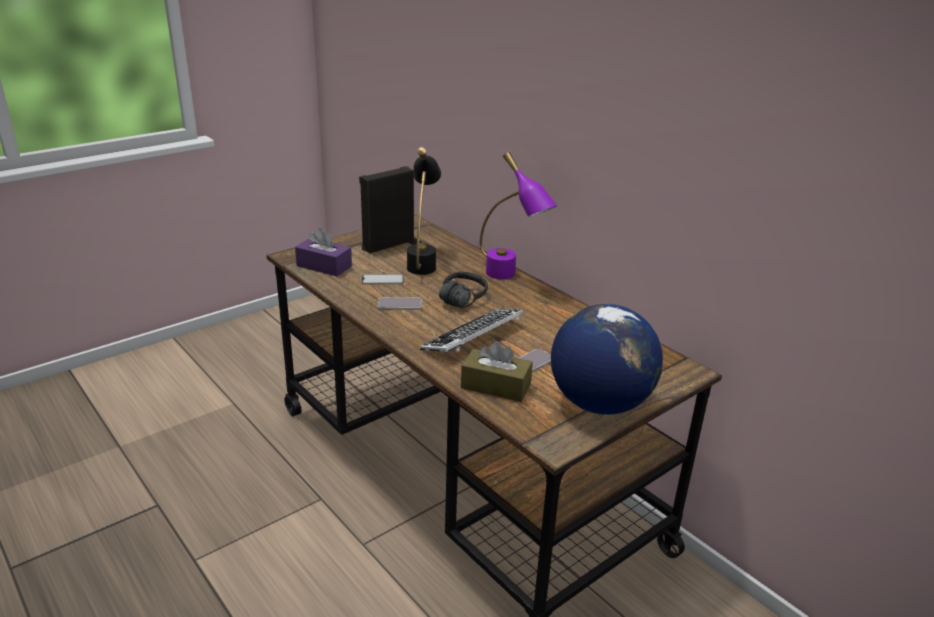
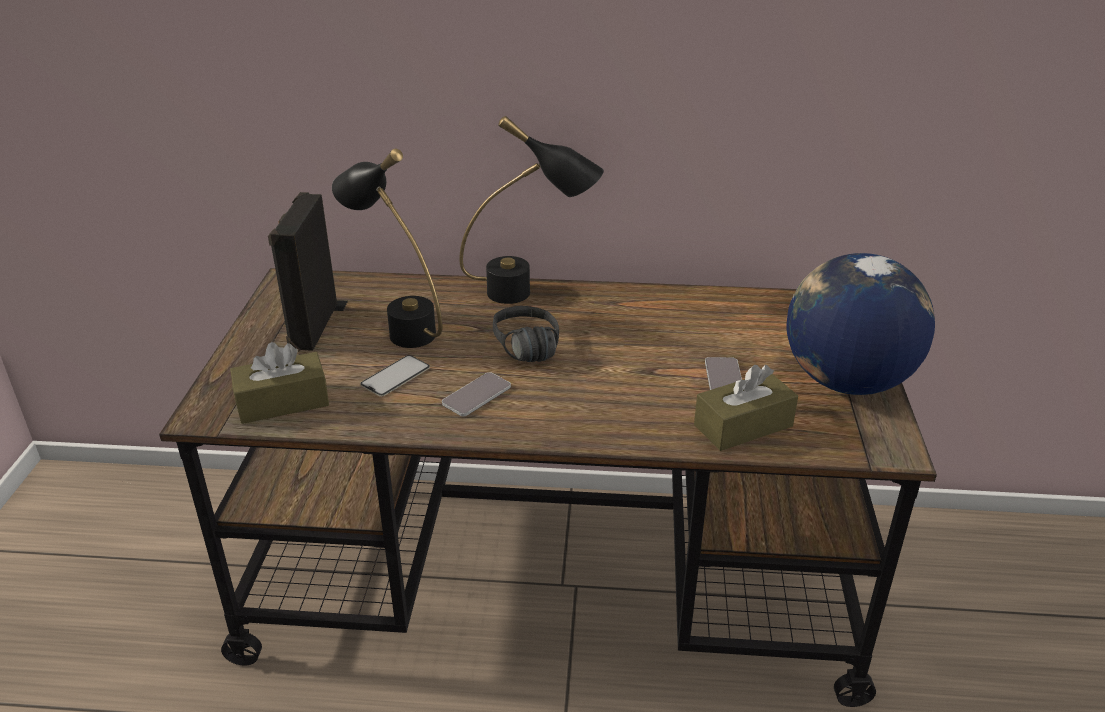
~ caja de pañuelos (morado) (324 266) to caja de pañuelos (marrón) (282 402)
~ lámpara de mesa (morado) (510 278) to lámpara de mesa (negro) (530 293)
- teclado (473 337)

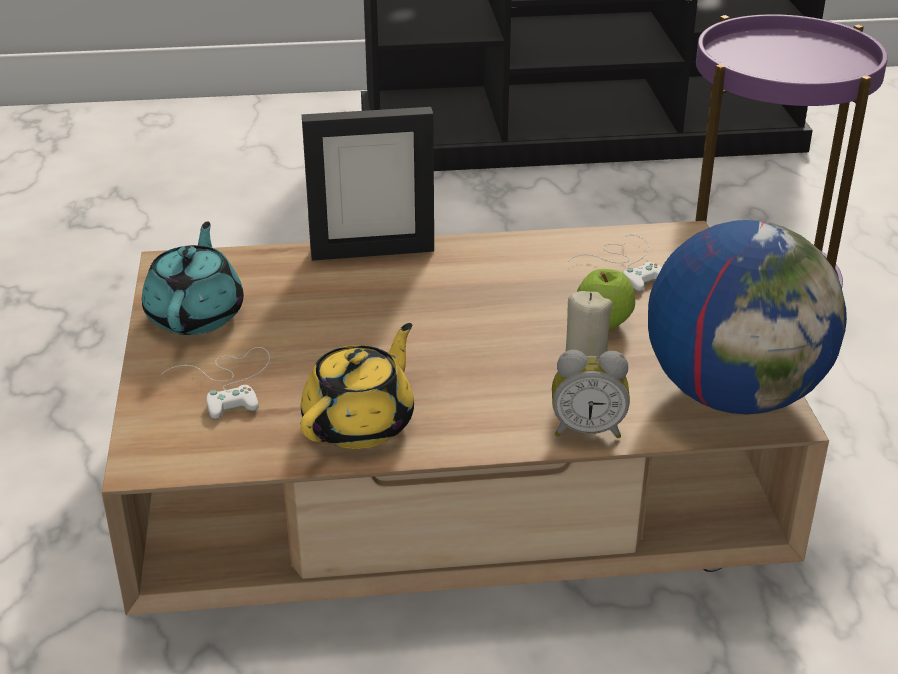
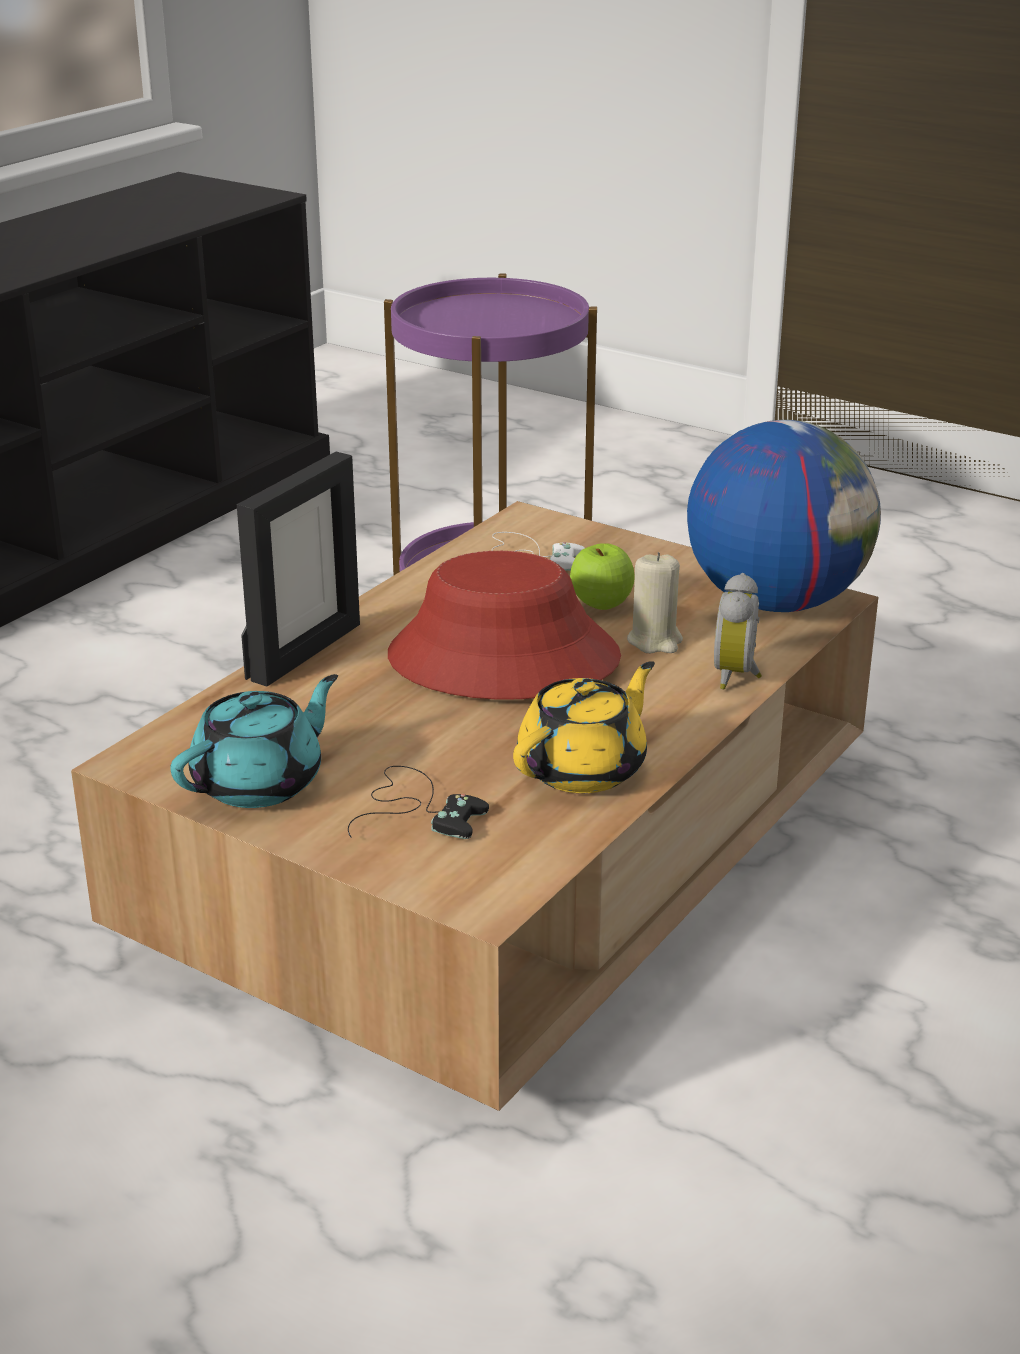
~ tetera (turquesa) (196 314) = (260 783) 90 degrees clockwise
~ mando de consola (blanco) (231 382) to mando de consola (negro) (417 808)
+ sombrero (rojo) (502 659)
~ tetera (amarillo) (361 423) = (584 769) 60 degrees clockwise
~ despertador (587 429) = (738 676) 150 degrees clockwise

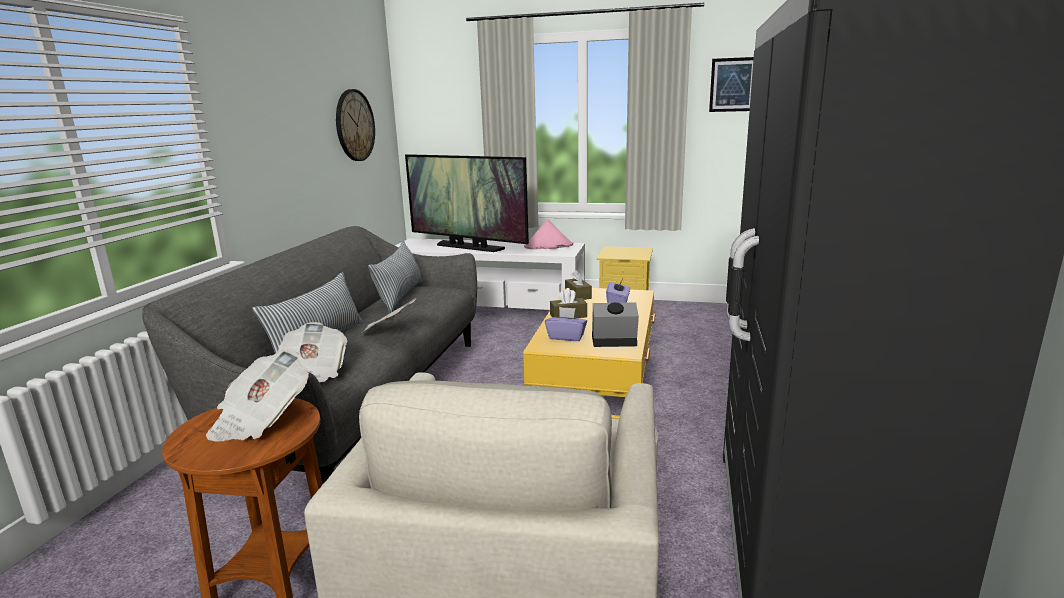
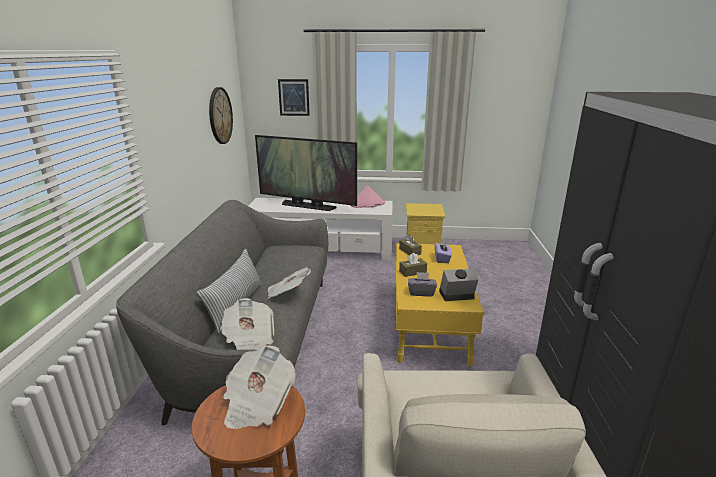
~ cuadro (733 85) to (294 97)
~ caja de pañuelos (morado) (566 337) to caja de pañuelos (gris) (421 292)
- cojín (400 296)

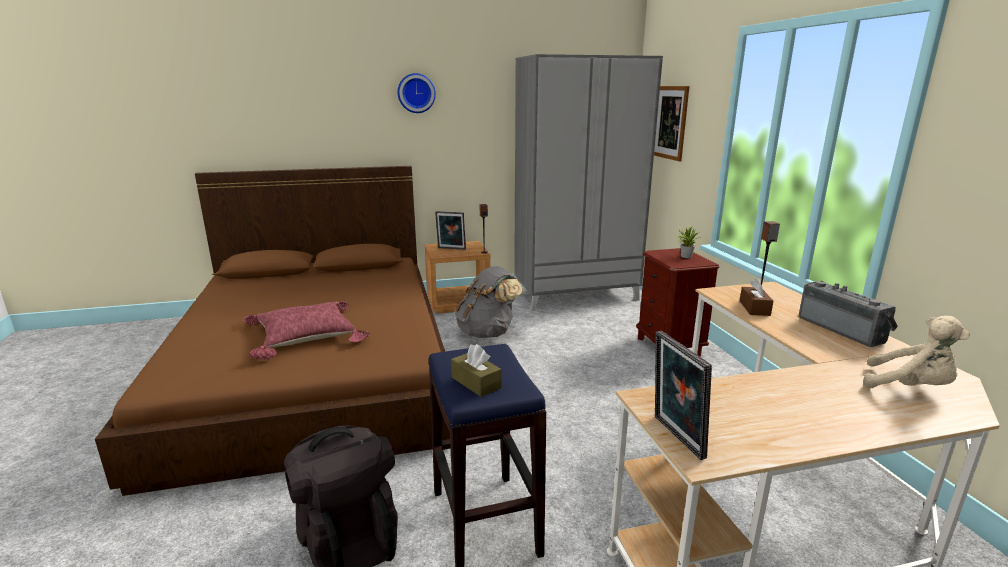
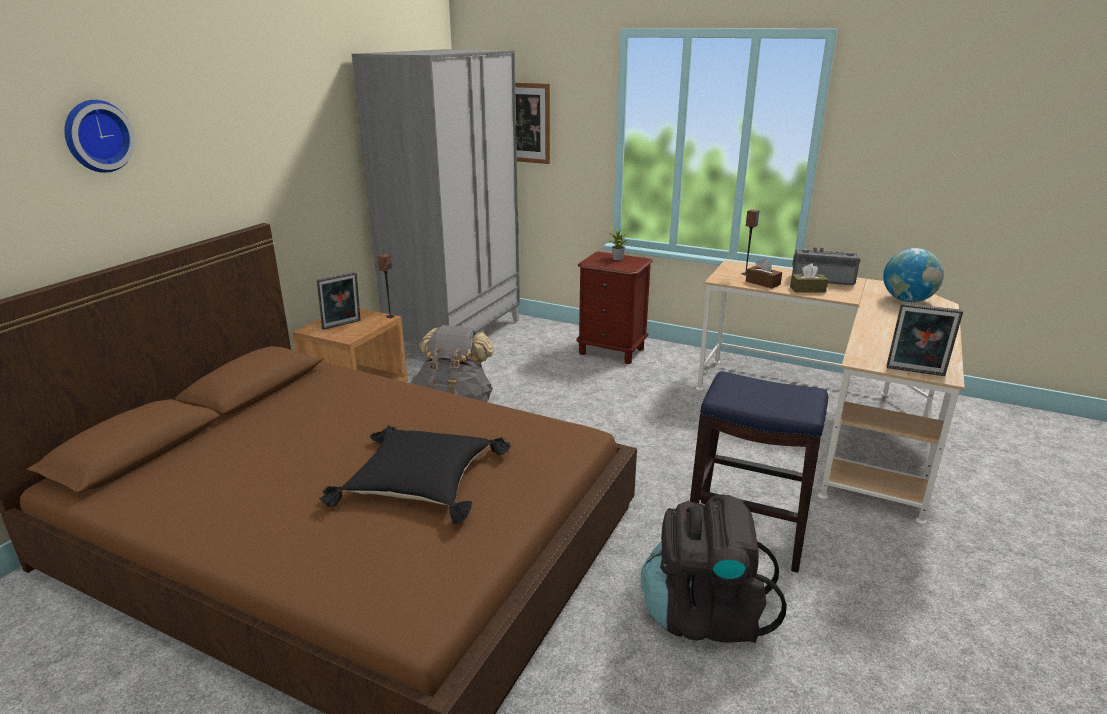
~ reloj de pared (416 93) to (96 136)
~ cojín (rojo) (305 333) to cojín (negro) (421 478)
~ caja de pañuelos (marrón) (476 382) to (807 289)
~ peluche (beis) (909 387) to globo terráqueo (907 300)

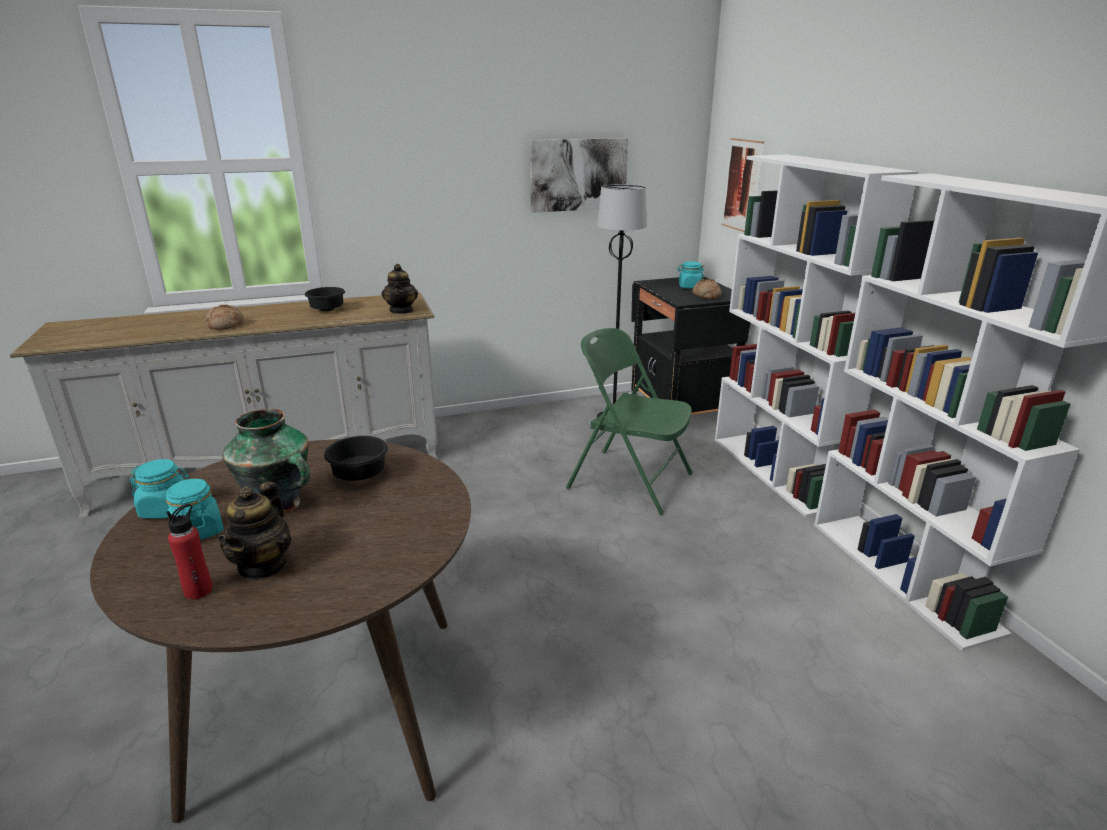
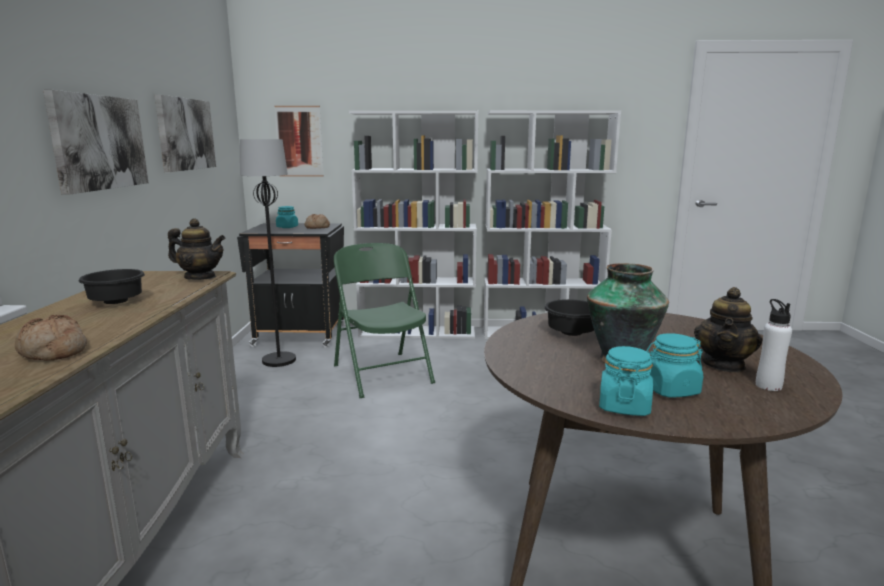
+ cuadro (99 142)
~ silla (verde) (630 480) = (383 374) 105 degrees clockwise
~ tetera (263 566) = (724 364) 90 degrees clockwise
~ botella (rojo) (198 590) to botella (blanco) (768 386)

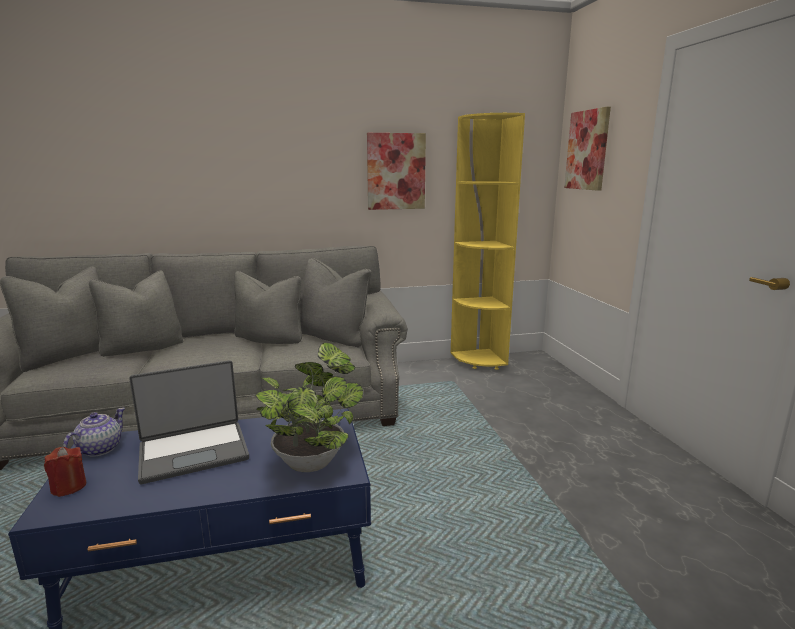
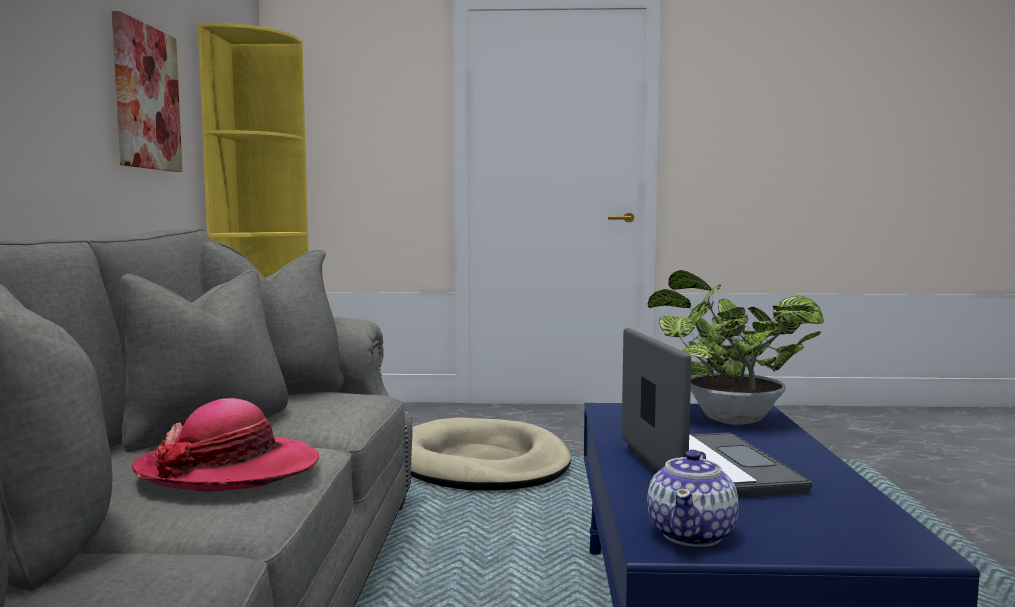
+ sombrero (229 469)
+ cama para perro (beis) (481 464)
~ tetera (99 449) = (692 534) 105 degrees counterclockwise
- vela (rojo) (69 487)
- cuadro (587 150)

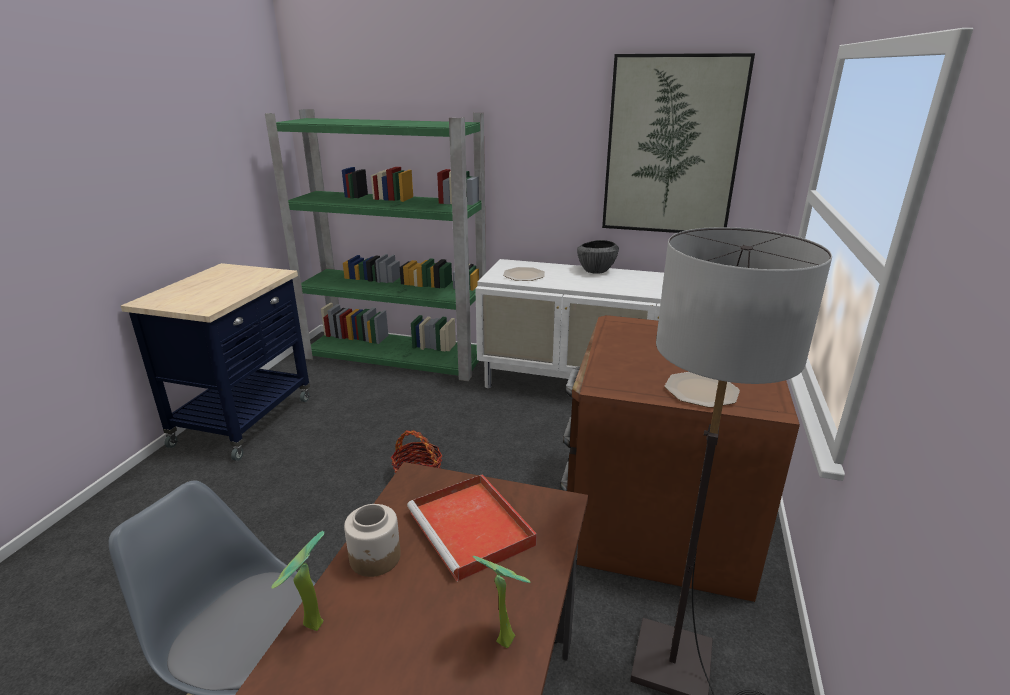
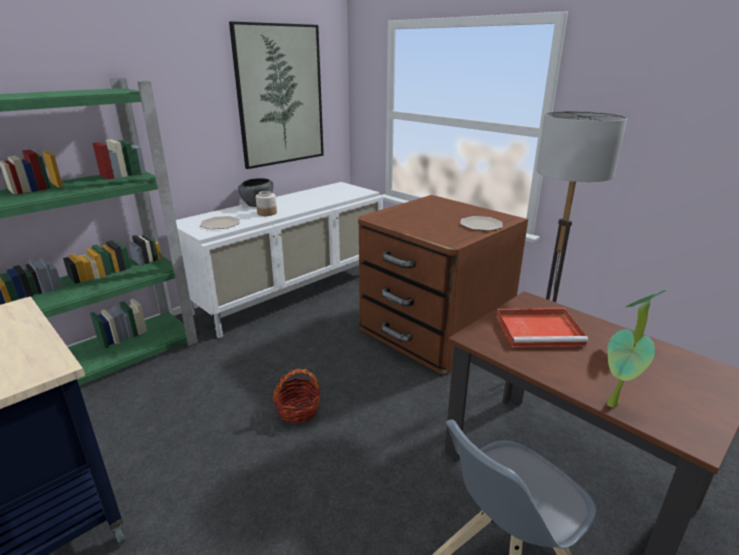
~ tarro (375 558) to (267 213)

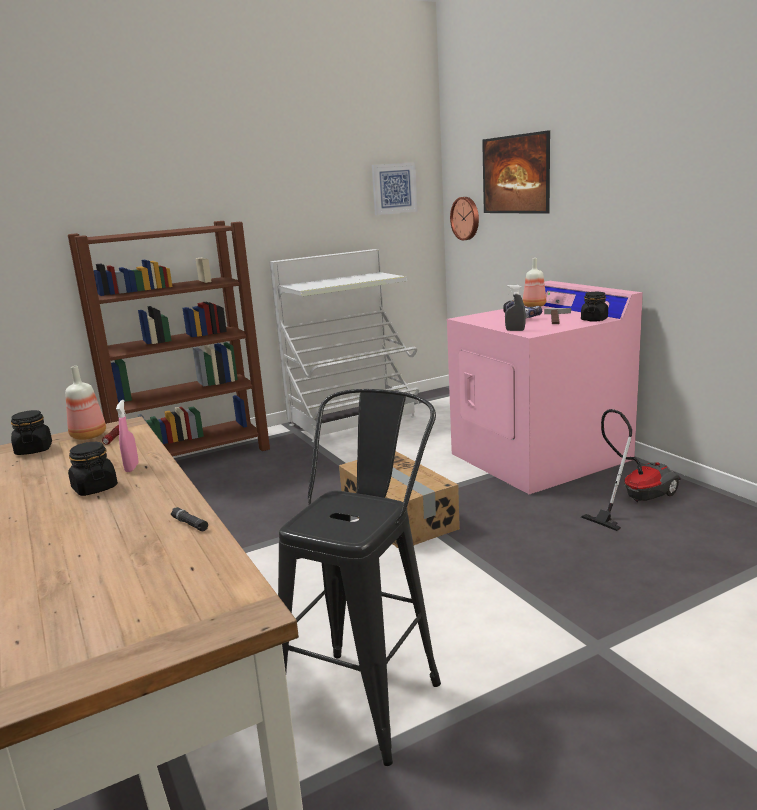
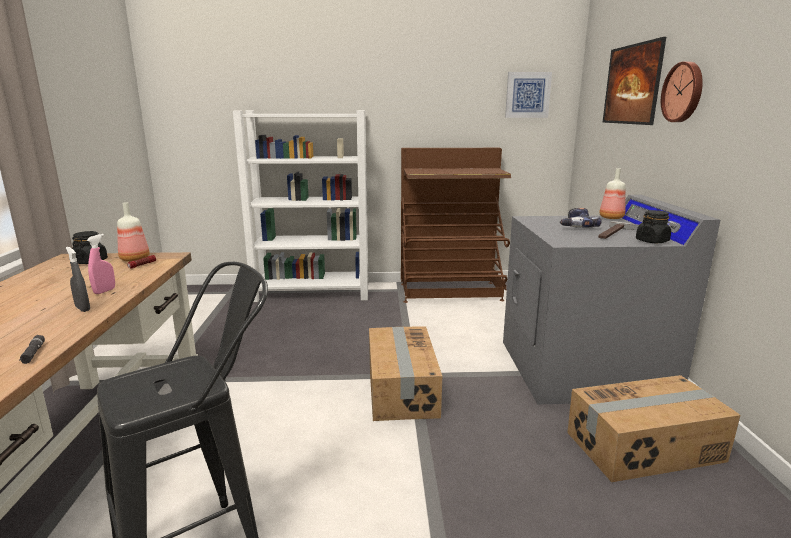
~ pulverizador (gris) (515 330) to (82 309)
~ estantería (marrón) (192 456) to estantería (blanco) (312 292)
~ zapatero (blanco) (354 422) to zapatero (marrón) (451 293)
~ lavadora (rosa) (540 457) to lavadora (gris) (583 369)
~ aspiradora (634 500) to caja de cartón (645 447)
~ reloj de pared (466 218) to (683 92)
- tarro (negro) (94 488)

